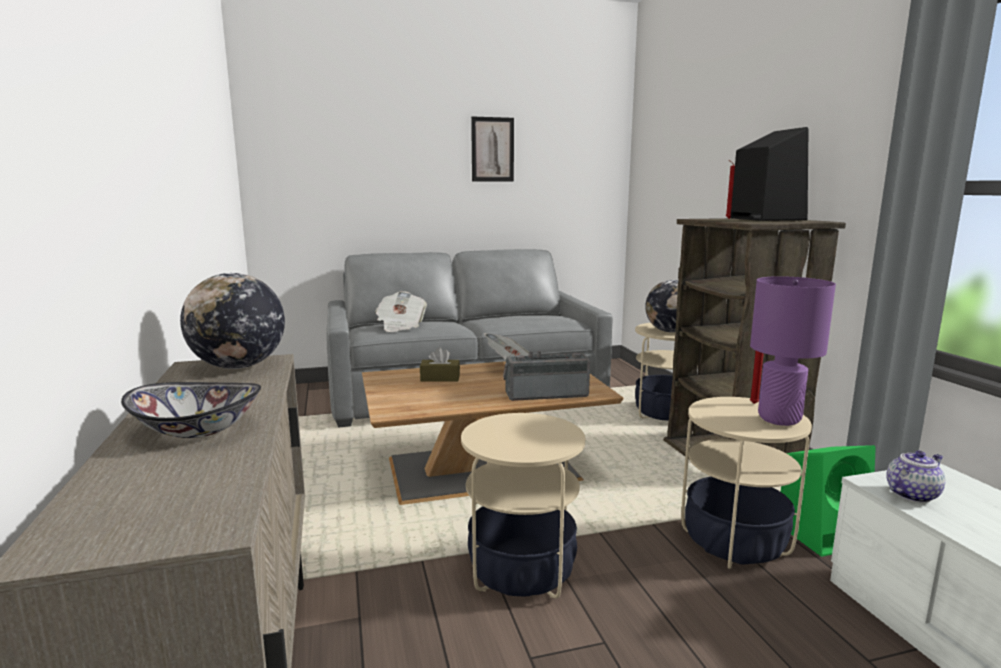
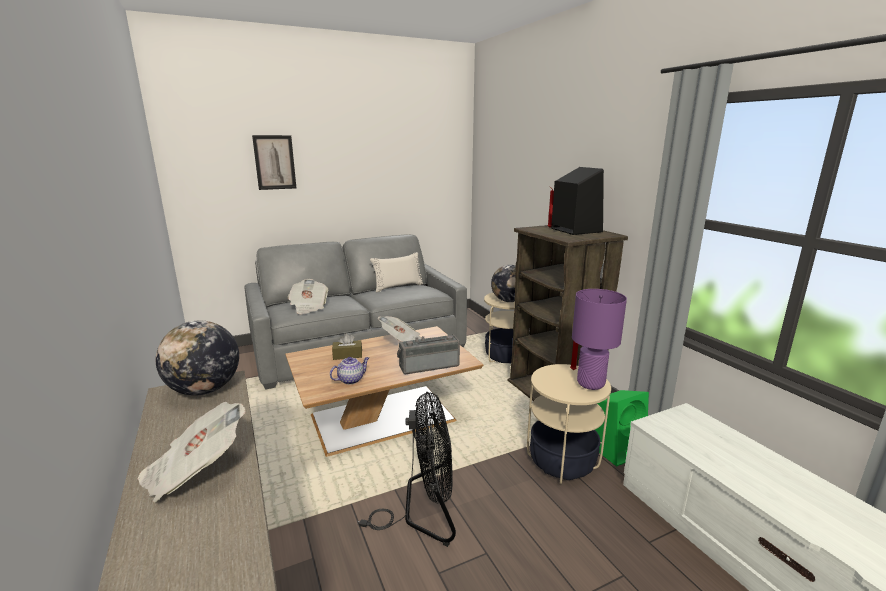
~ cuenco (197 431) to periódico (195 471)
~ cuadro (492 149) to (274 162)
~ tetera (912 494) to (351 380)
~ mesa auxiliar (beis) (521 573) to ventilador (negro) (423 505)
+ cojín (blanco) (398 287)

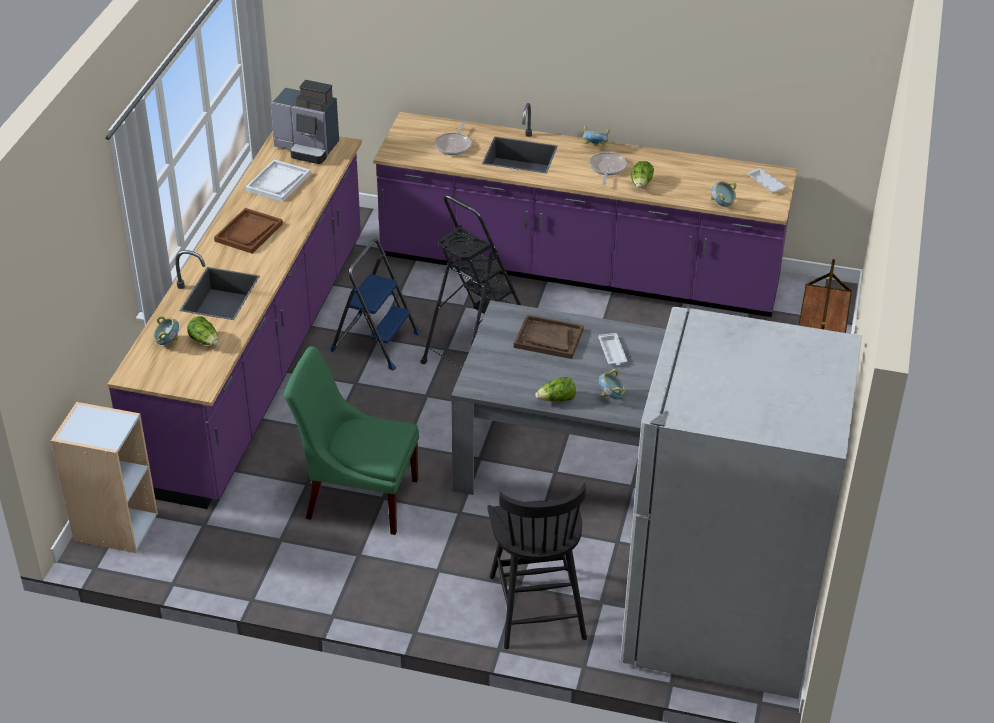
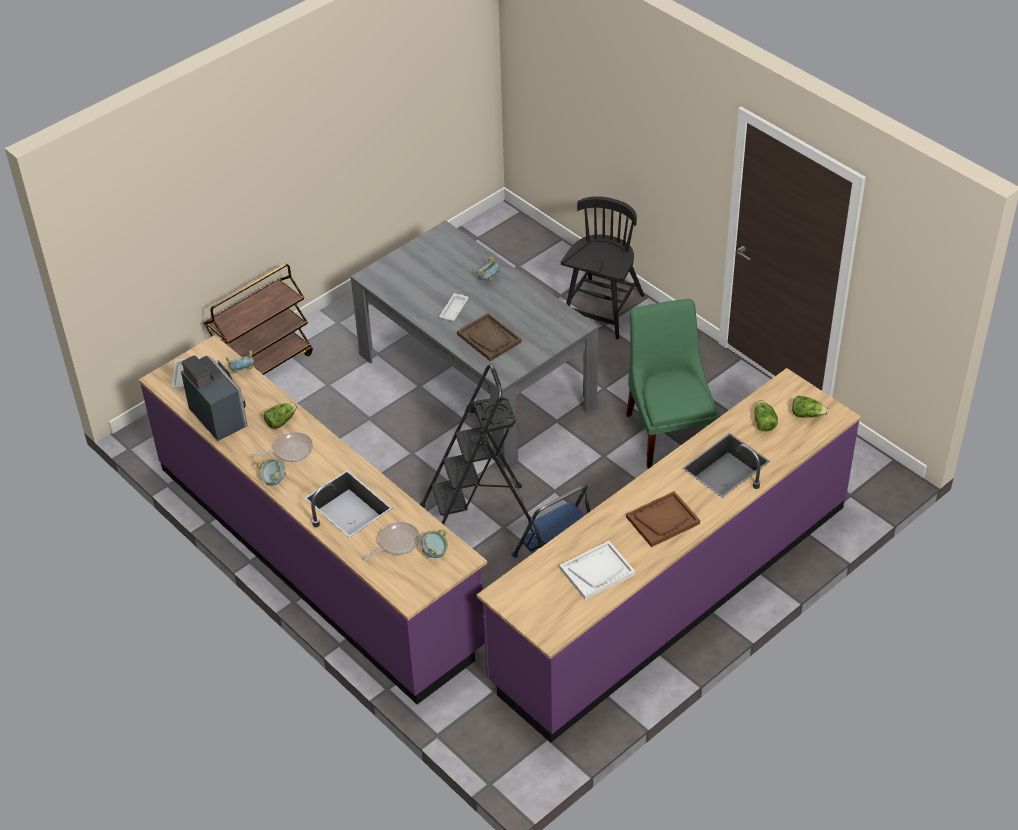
~ cafetera (308 148) to (220 415)
~ sartén (607 168) = (290 450) 150 degrees counterclockwise
~ cuenco (167 342) to (435 553)
~ silla (verde) (357 496) = (669 431) 150 degrees counterclockwise
~ lechuga (557 399) to (807 414)
- estantería (115 526)
- nevera (blanco) (719 621)

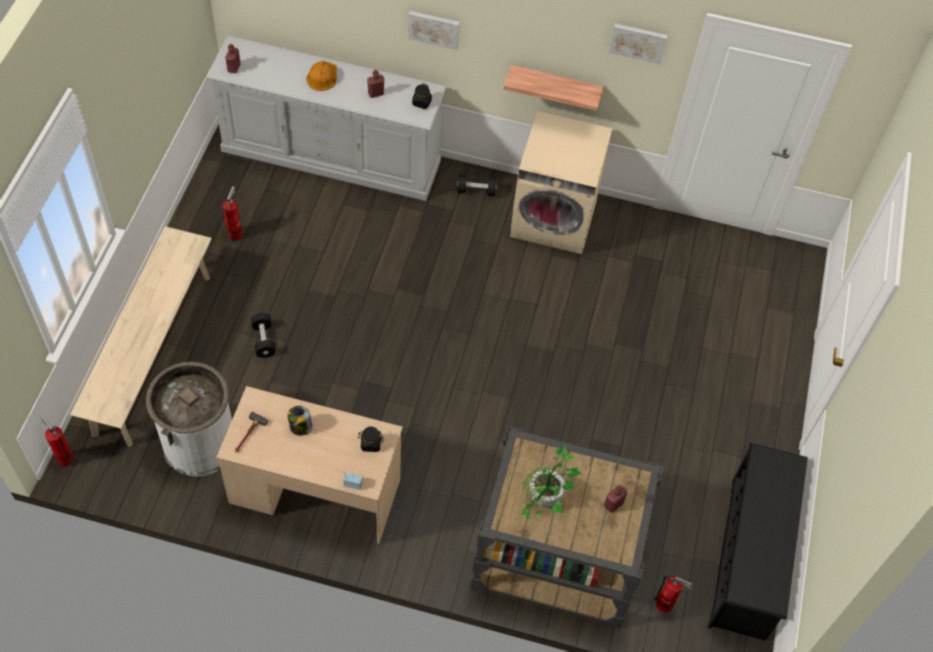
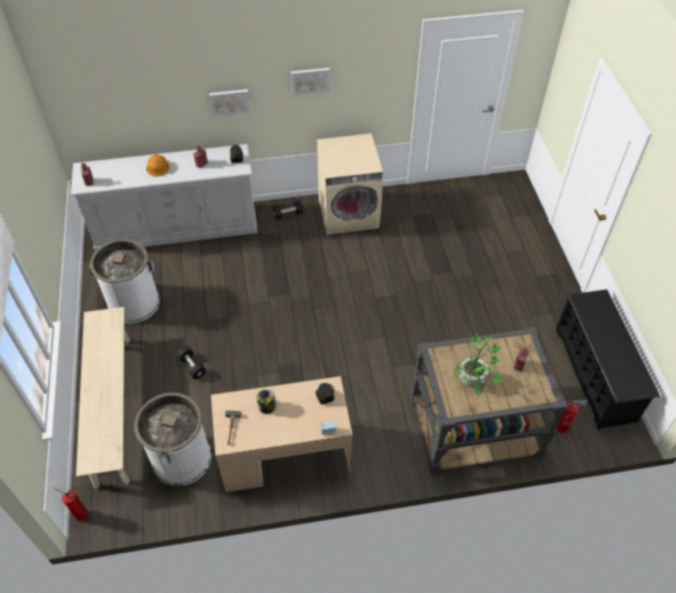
~ extintor (235 233) to papelera (blanco) (133 302)
~ cuadro (638 42) to (310 80)
- estante (555 86)

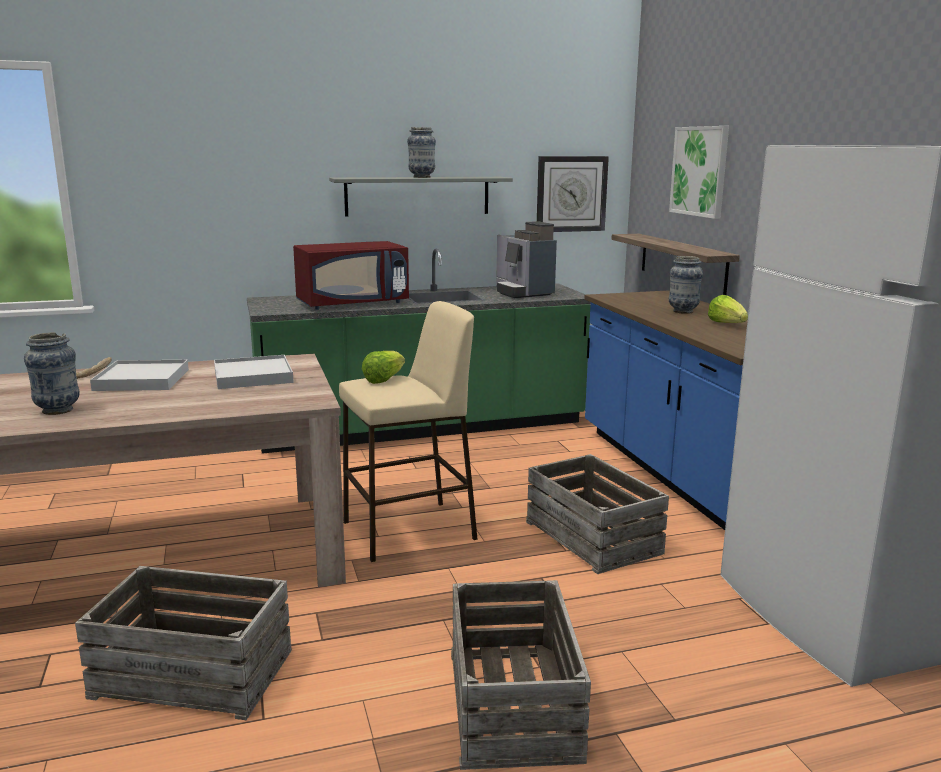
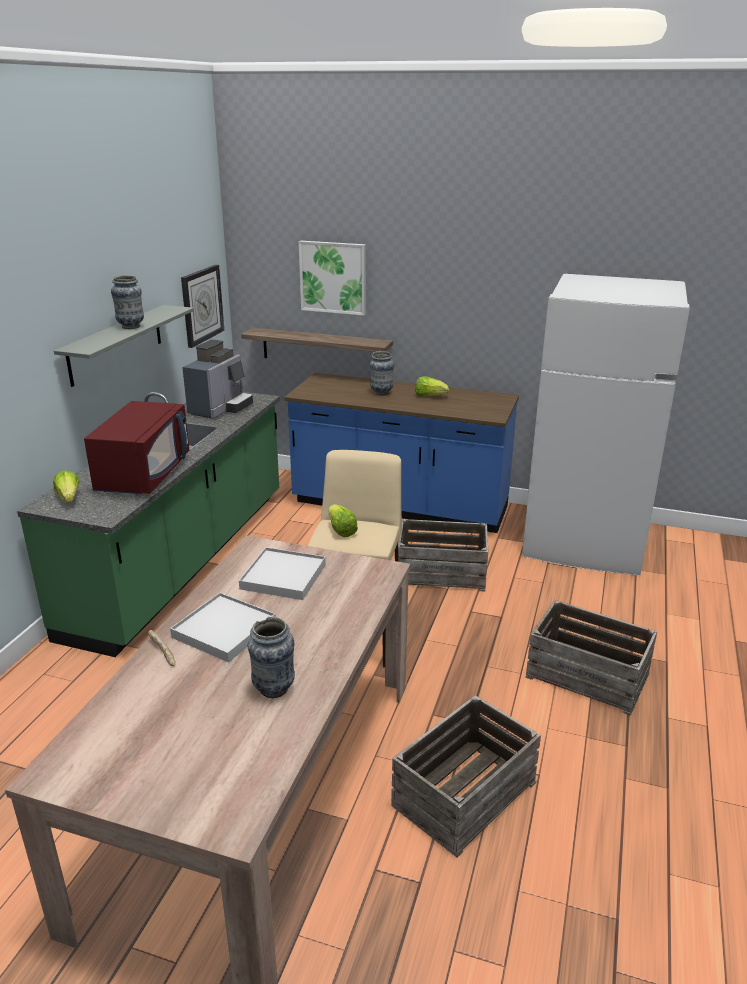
+ lechuga (69 498)
~ cafetera (522 293) = (220 408) 75 degrees counterclockwise

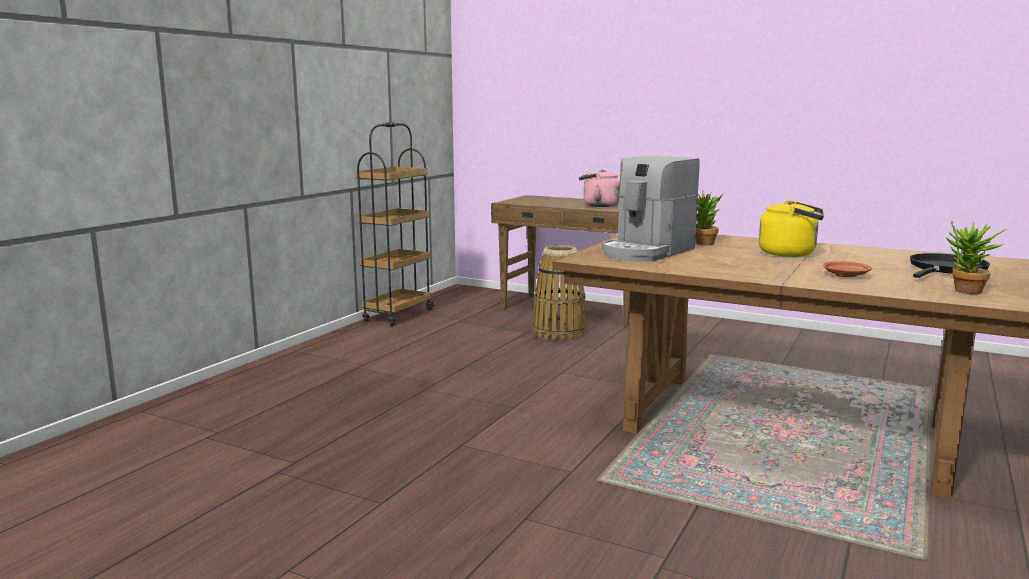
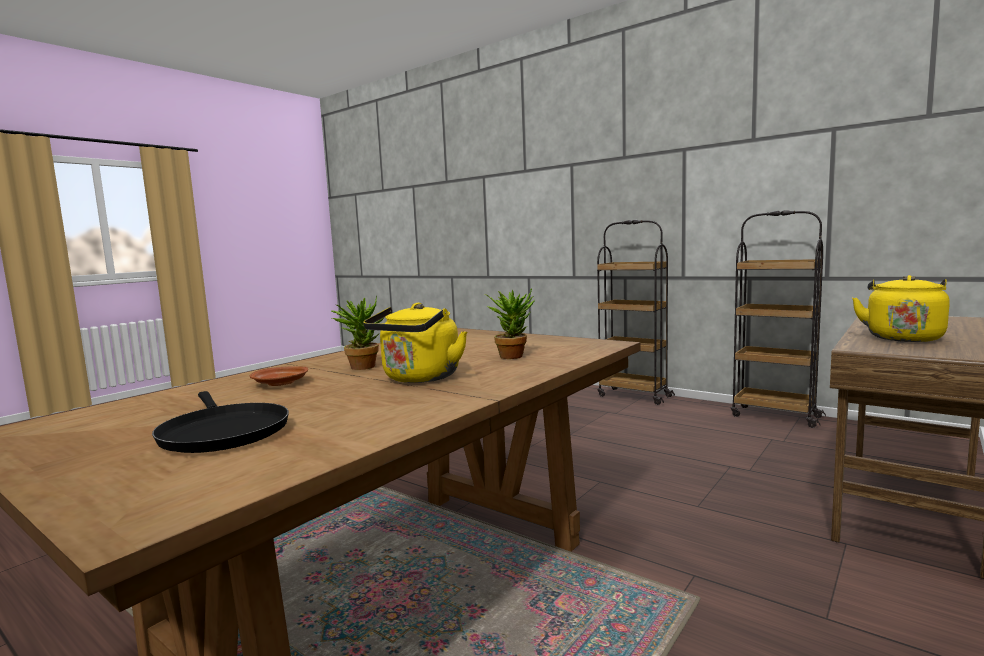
~ planta en maceta (965 292) to (362 366)
+ carrito (marrón) (634 396)
~ hervidor (rosa) (598 205) to hervidor (amarillo) (902 337)
- cesta (559 332)
- cafetera (646 252)

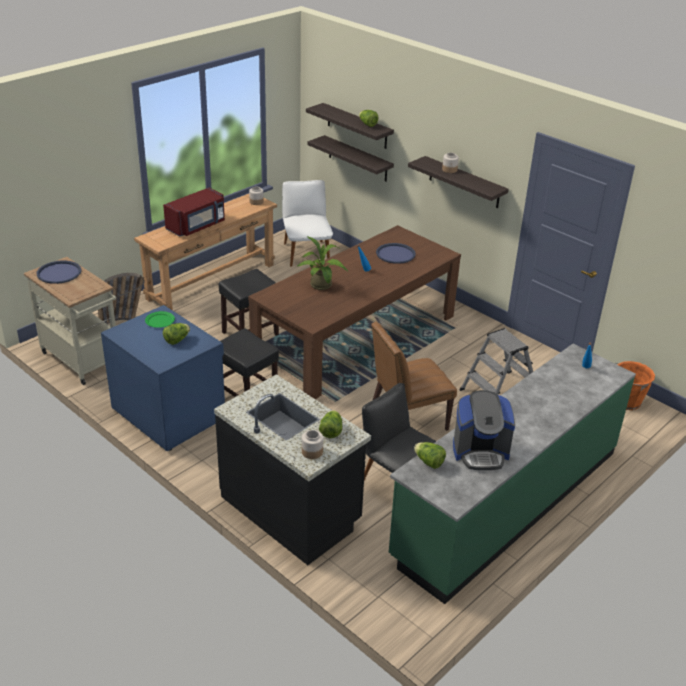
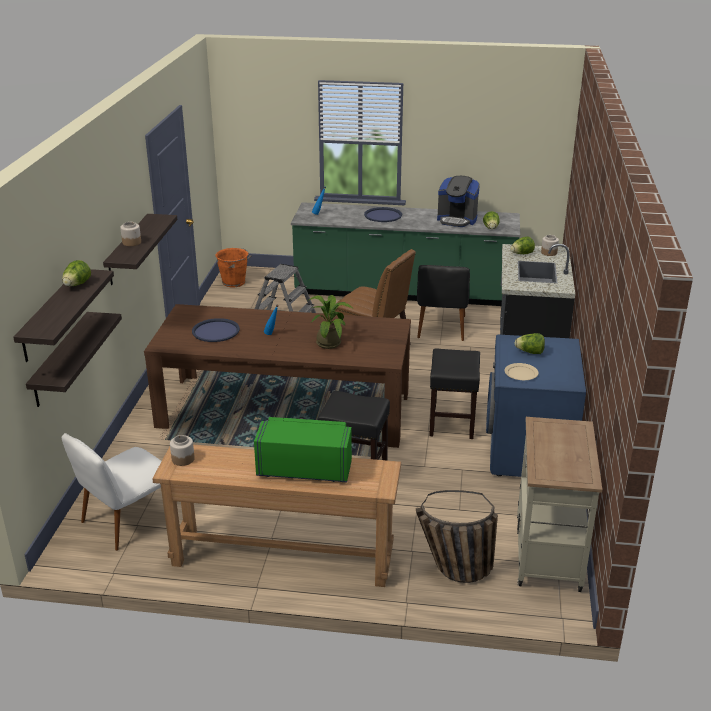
~ microondas (rojo) (197 226) to microondas (verde) (304 468)
~ bandeja (azul) (59 273) to (383 215)
~ cafetera (480 452) = (457 220) 150 degrees clockwise
~ plato (verde) (160 321) to plato (beis) (520 373)

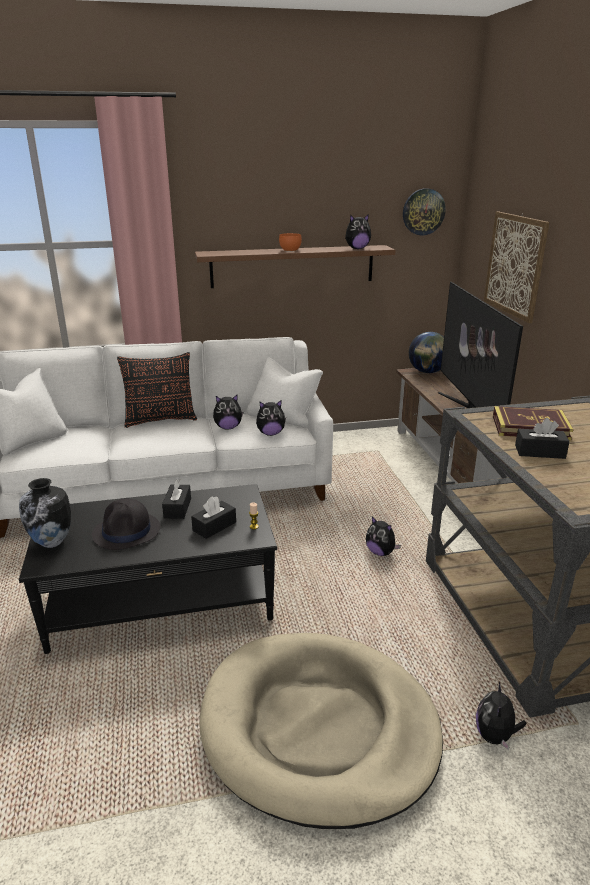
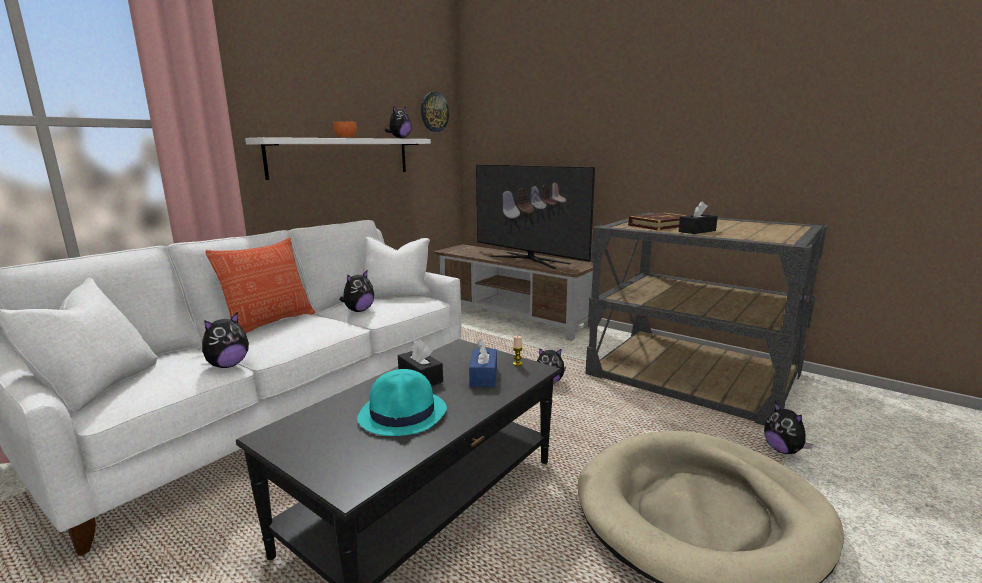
~ peluche (270 433) to (228 365)
~ cojín (negro) (161 420) to cojín (naranja) (270 323)
~ estante (marrón) (292 266) to estante (blanco) (342 157)
~ sombrero (negro) (127 532) to sombrero (turquesa) (403 413)
~ caja de pañuelos (negro) (214 526) to caja de pañuelos (azul) (483 376)
- florero (52 543)
- globo terráqueo (427 372)
- cuadro (515 264)

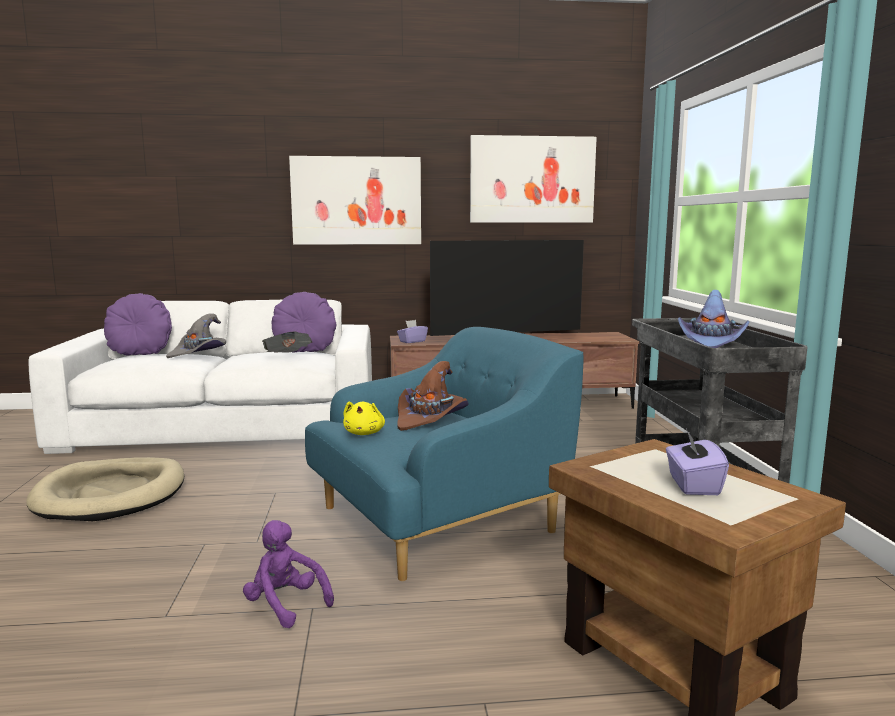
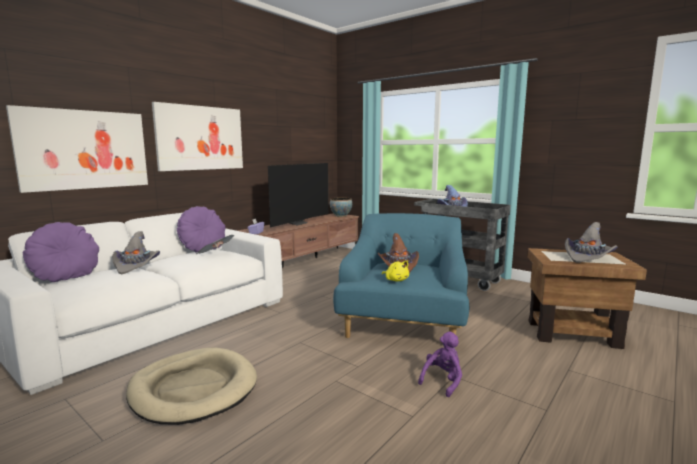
~ cuadro (532 180) to (84 149)
+ cuenco (341 216)
~ peluche (morado) (285 605) = (443 381) 135 degrees clockwise
~ caja de pañuelos (morado) (692 485) to sombrero (gris) (587 257)

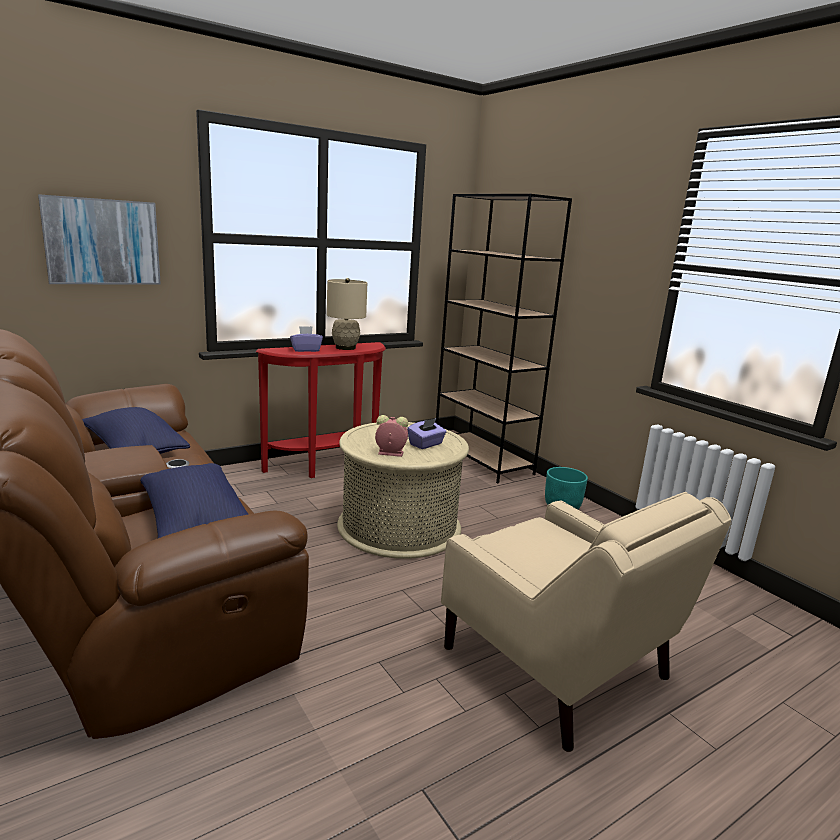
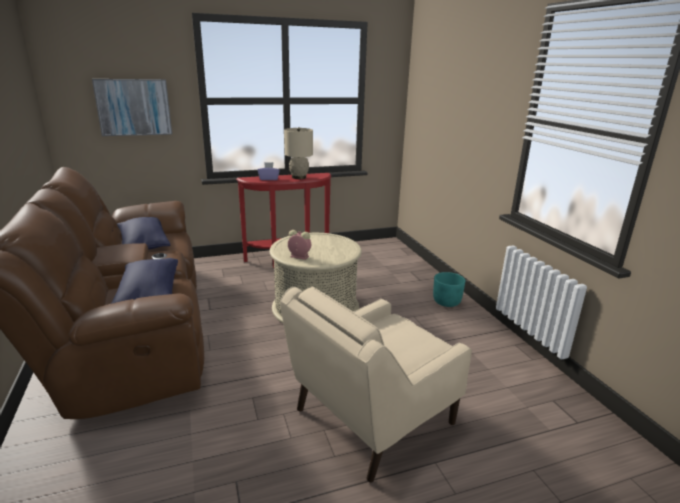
~ sillón (beis) (557 666) = (371 418) 75 degrees clockwise
- caja de pañuelos (morado) (426 444)
- estantería (beis) (483 460)

